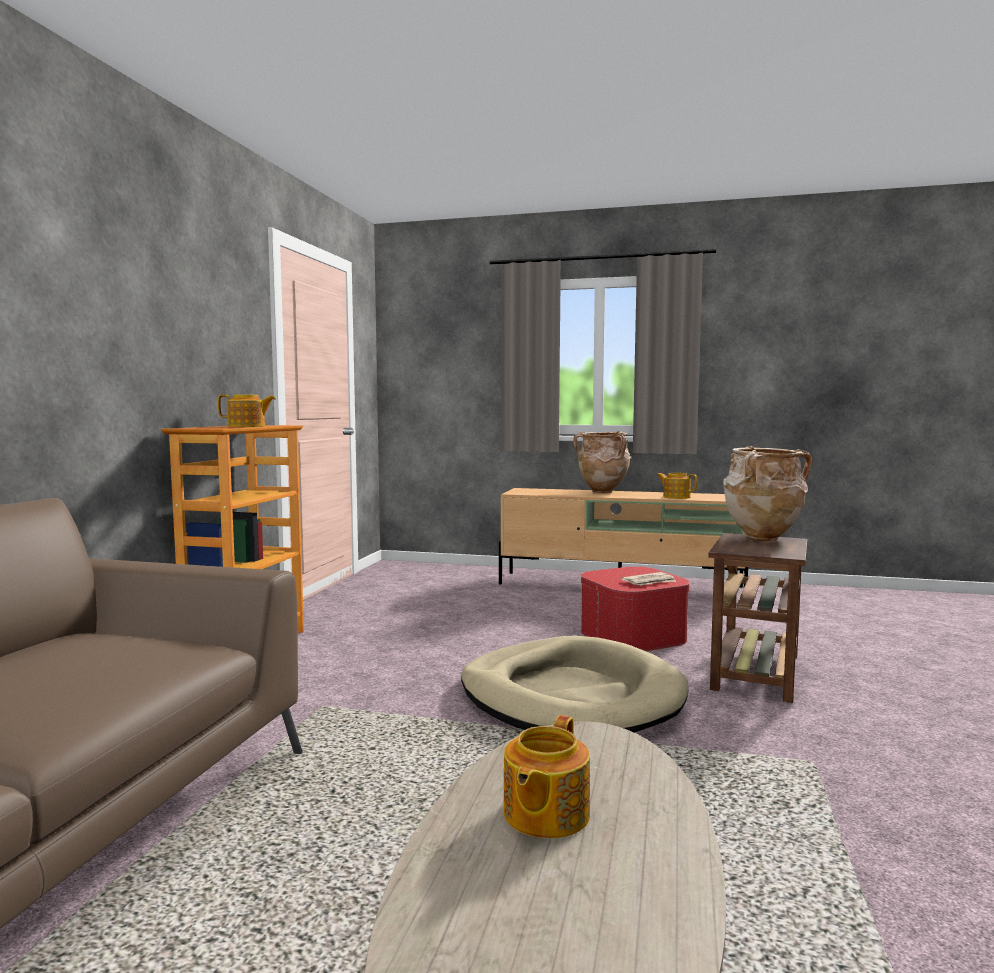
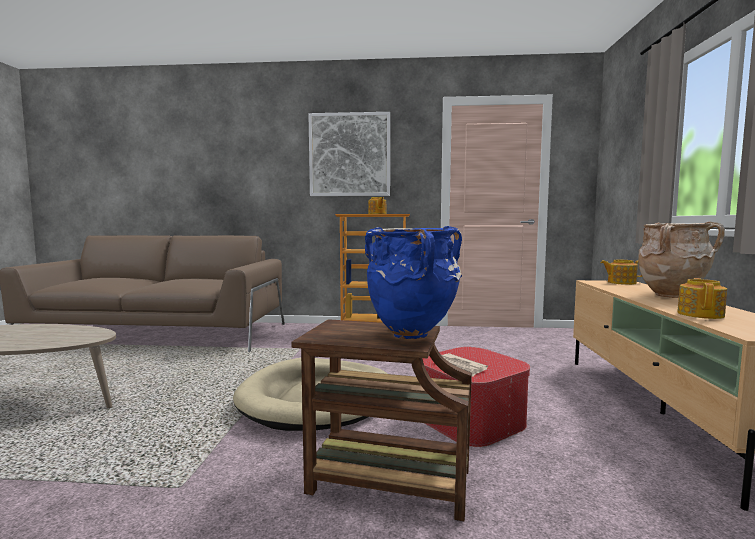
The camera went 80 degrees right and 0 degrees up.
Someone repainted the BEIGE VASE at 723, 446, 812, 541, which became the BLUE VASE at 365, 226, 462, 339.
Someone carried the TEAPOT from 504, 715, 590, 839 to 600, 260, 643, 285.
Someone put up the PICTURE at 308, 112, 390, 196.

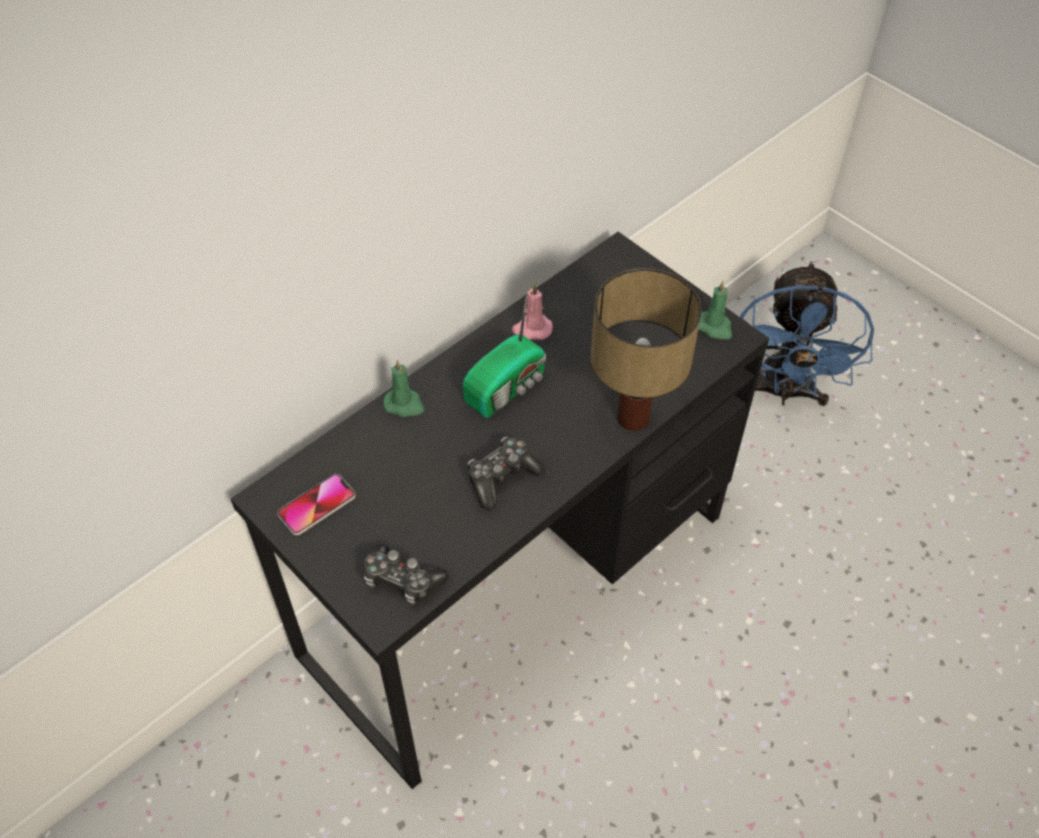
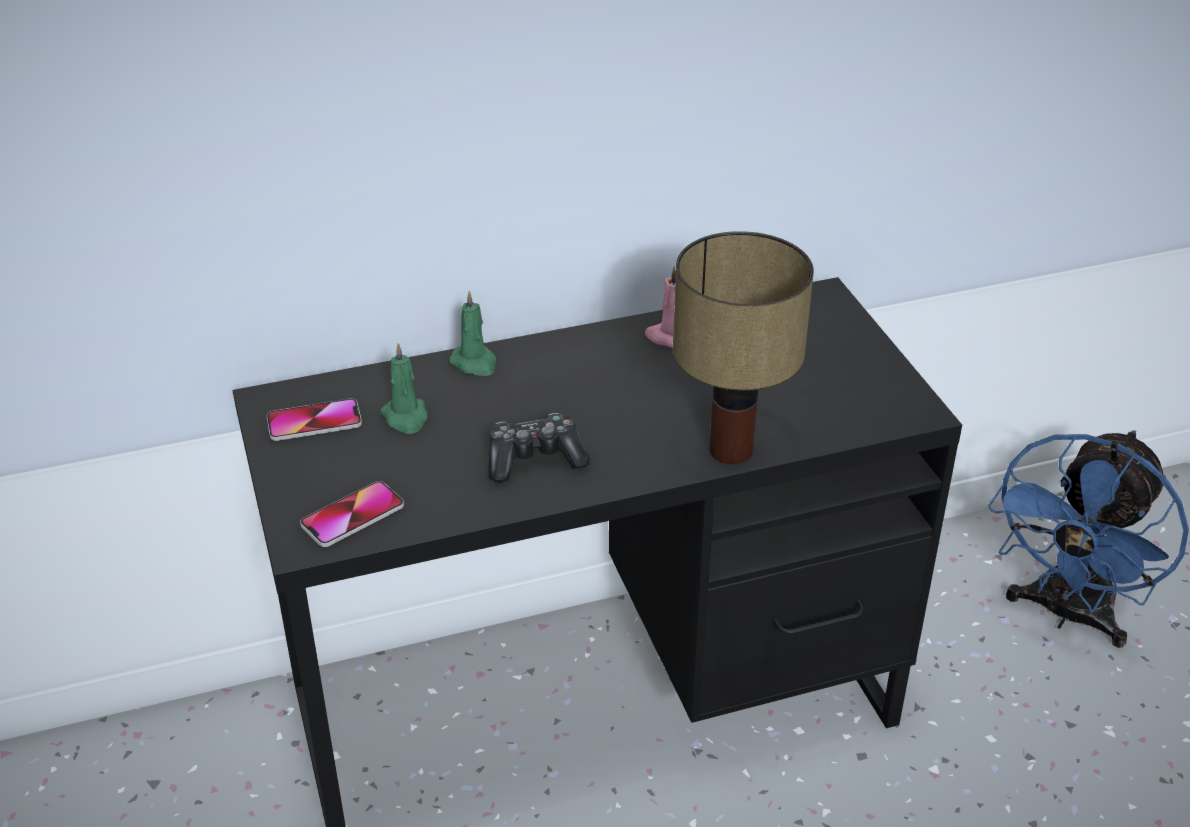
The camera went 25 degrees right and 15 degrees down.
Someone carried the GREEN CANDLE from 698, 281, 732, 339 to 380, 343, 428, 434.
Someone took away the RADIO at 463, 295, 546, 418.
Someone swapped the GAME CONTROLLER at 363, 544, 448, 605 for the PHONE at 300, 481, 404, 547.

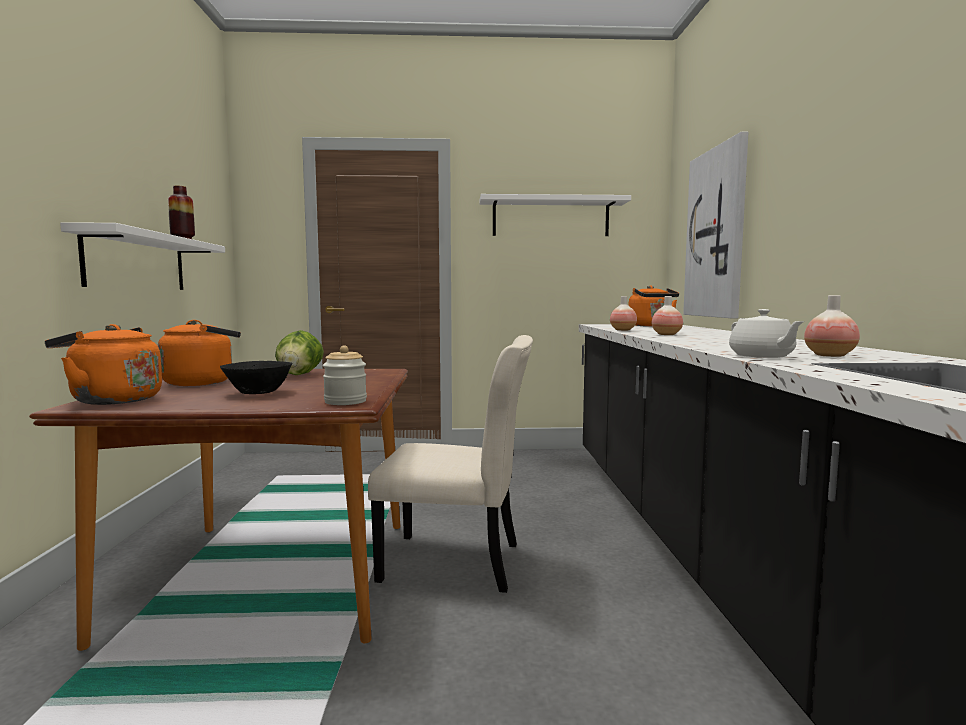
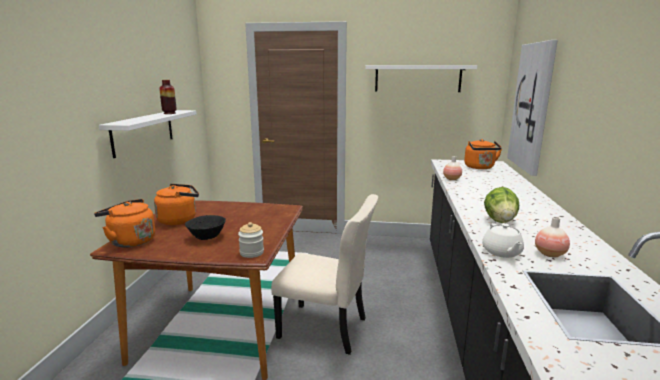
The camera went 10 degrees right and 10 degrees up.
Someone took away the VASE at 652, 296, 683, 335.
Someone carried the LETTUCE from 275, 330, 324, 375 to 484, 187, 519, 223.

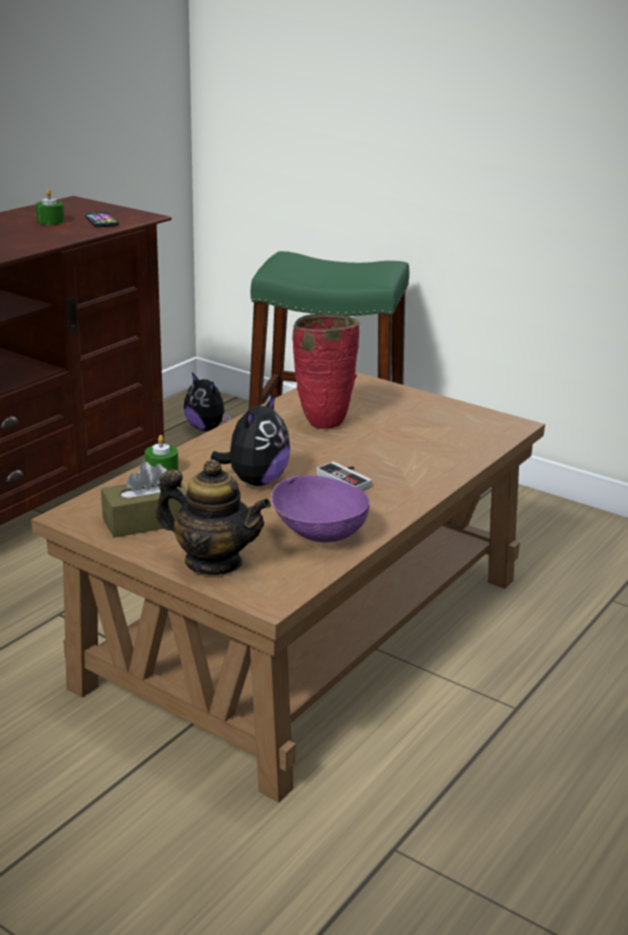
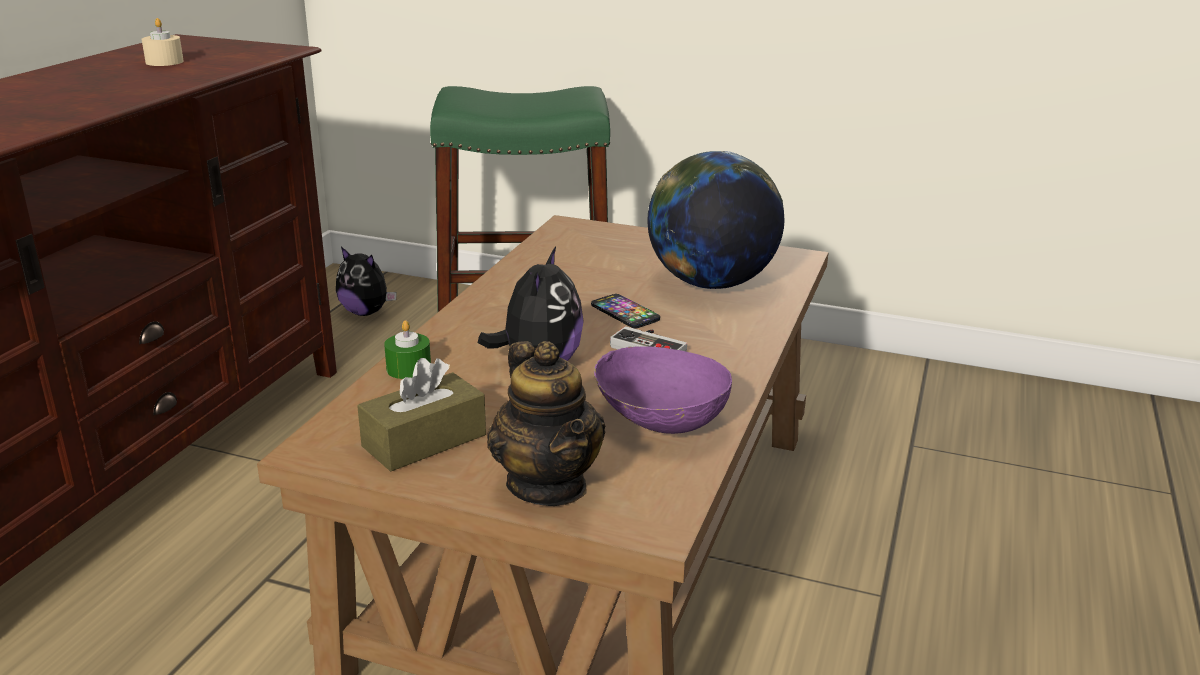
The camera went 15 degrees left and 0 degrees up.
Someone repainted the GREEN CANDLE at 36, 189, 64, 225, which became the BEIGE CANDLE at 142, 18, 184, 66.
Someone carried the PHONE from 85, 212, 119, 227 to 591, 294, 660, 328.
Someone took away the RED VASE at 292, 314, 360, 429.
Someone rotated the TEAPOT at 155, 459, 271, 575 by 60 degrees clockwise.
Someone put down the GLOBE at 647, 151, 785, 289.

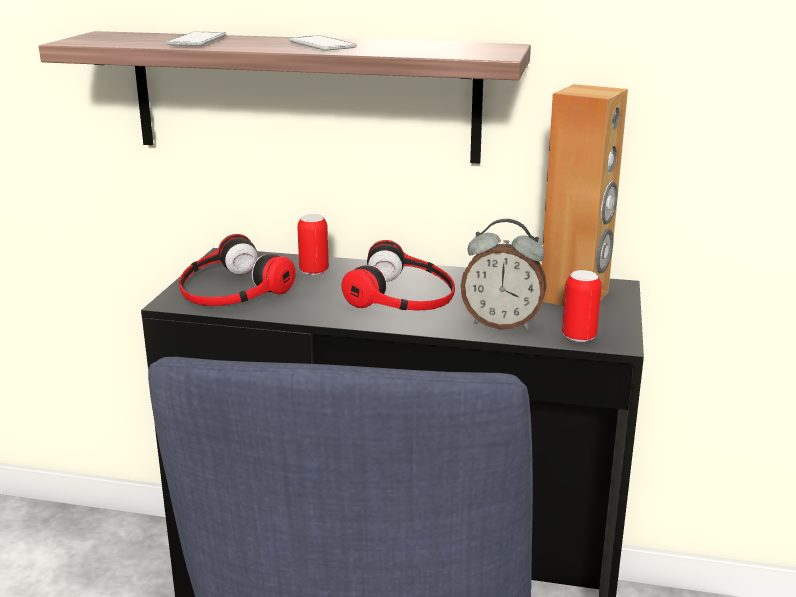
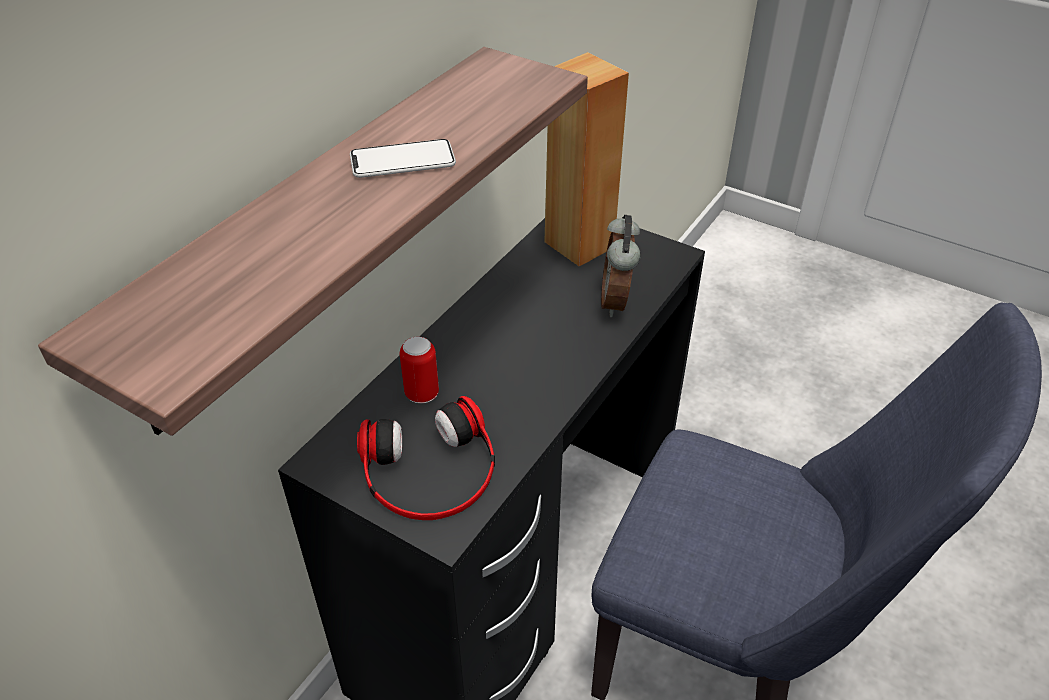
The camera went 70 degrees left and 20 degrees up.
Someone took away the PHONE at 166, 32, 227, 46.
Someone rotated the ALARM CLOCK at 461, 219, 546, 330 by 150 degrees clockwise.
Someone took away the HEADPHONES at 342, 240, 455, 310.
Someone took away the CAN at 562, 270, 602, 342.

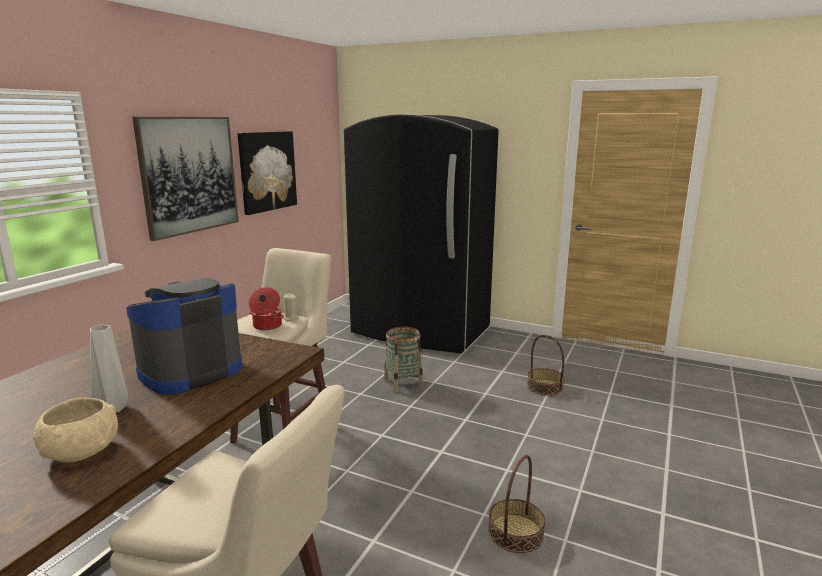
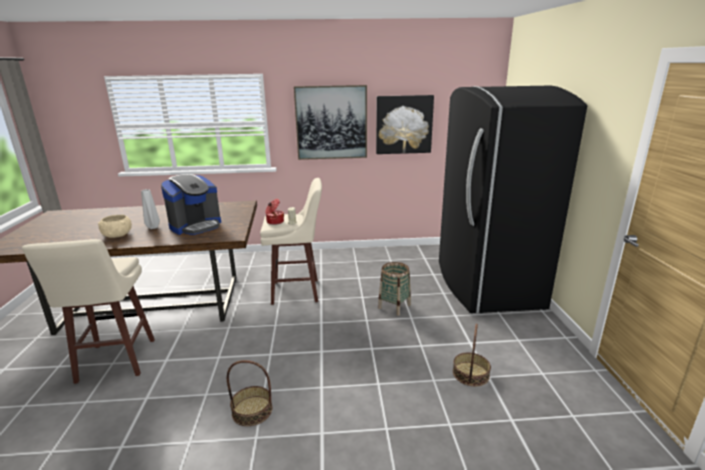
The camera went 60 degrees right and 5 degrees up.
Someone rotated the COFFEE MACHINE at 126, 278, 242, 395 by 120 degrees clockwise.

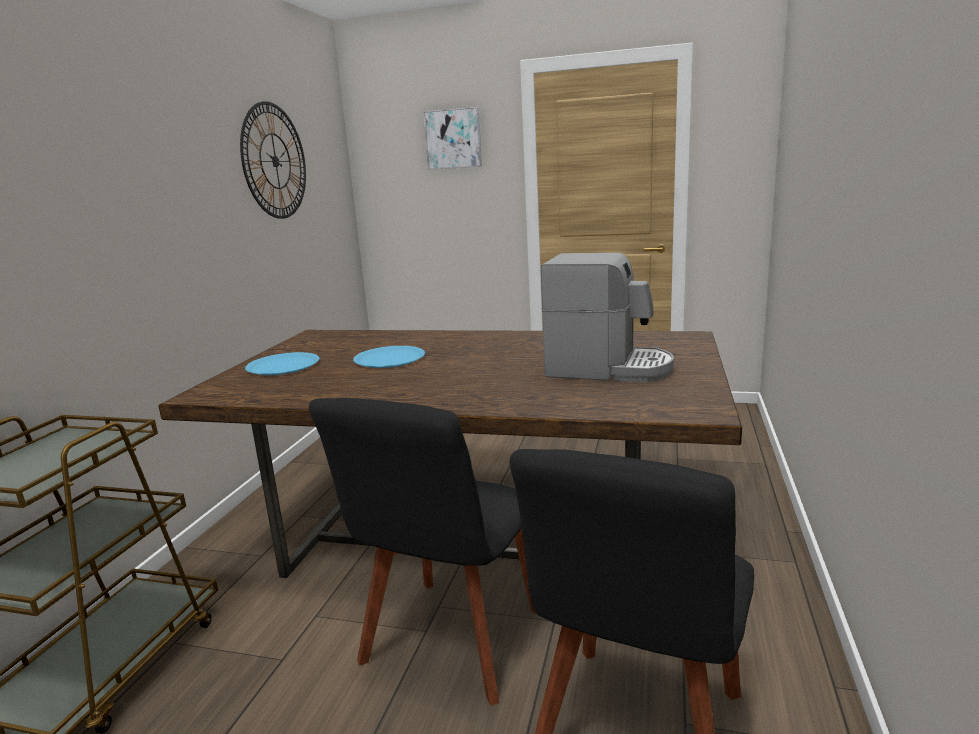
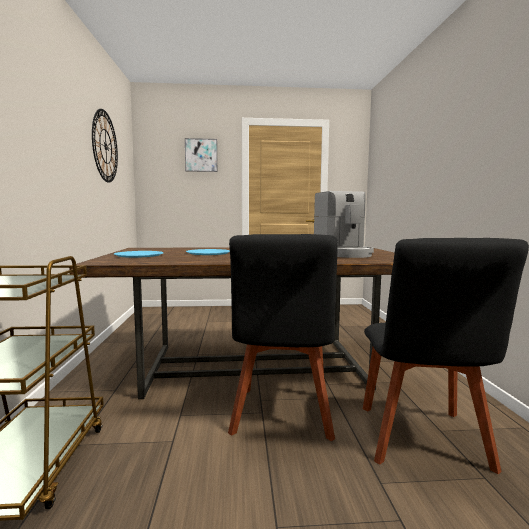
The camera went 20 degrees left and 10 degrees down.
Someone rotated the COFFEE MACHINE at 541, 253, 674, 382 by 75 degrees clockwise.

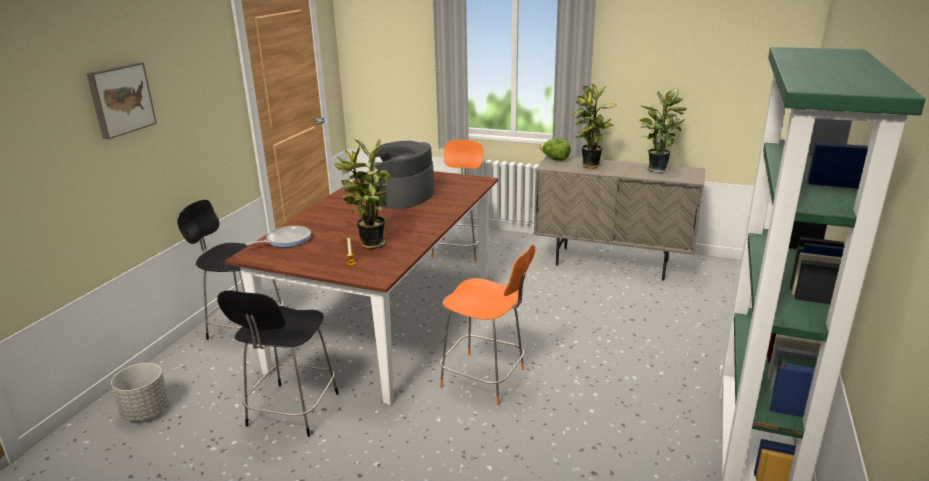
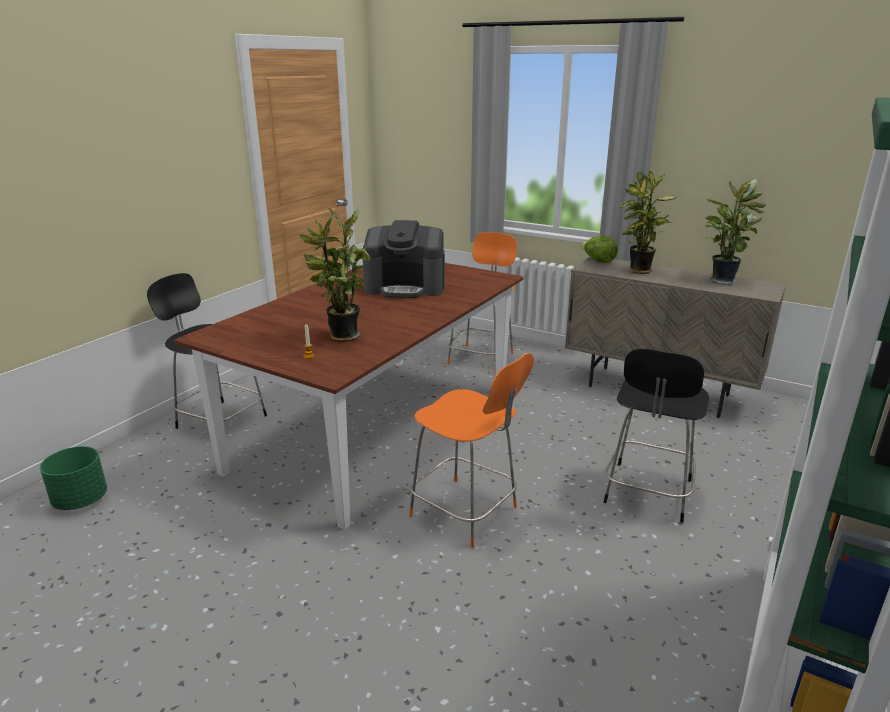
The camera went 10 degrees right and 0 degrees up.
Someone took away the PICTURE at 86, 62, 157, 139.
Someone rotated the COFFEE MACHINE at 370, 141, 434, 209 by 120 degrees counterclockwise.
Someone took away the FRYING PAN at 246, 226, 311, 247.
Someone carried the BLACK CHAIR from 217, 290, 339, 437 to 604, 349, 709, 523.
Someone repainted the GREY PLANTER at 111, 363, 169, 421, which became the GREEN PLANTER at 40, 446, 107, 510.

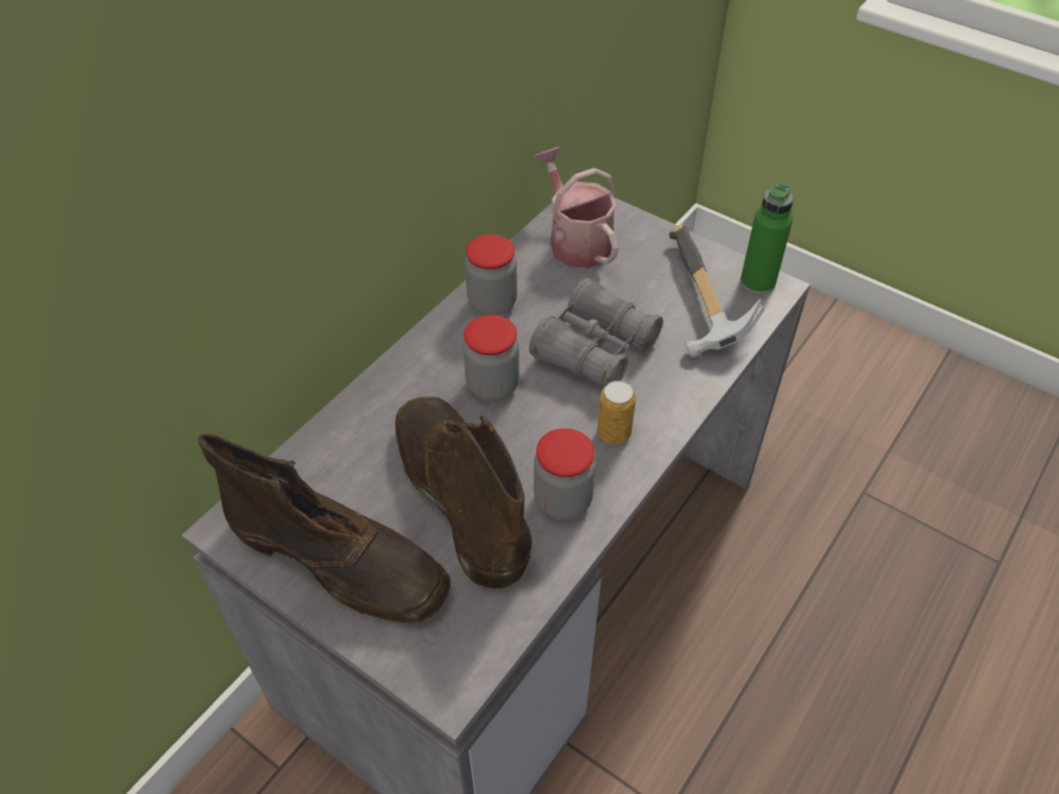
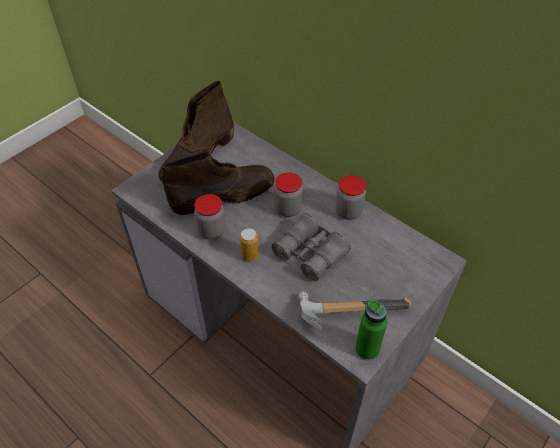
The camera went 95 degrees right and 0 degrees up.
Someone took away the WATERING CAN at 534, 147, 618, 268.

